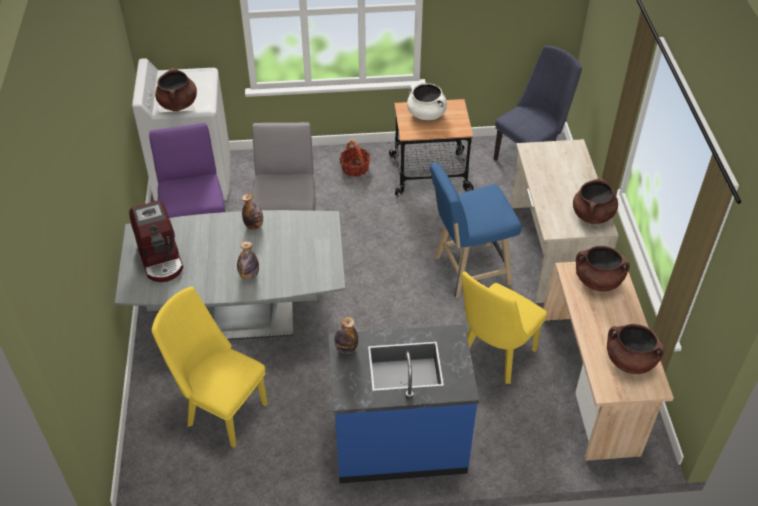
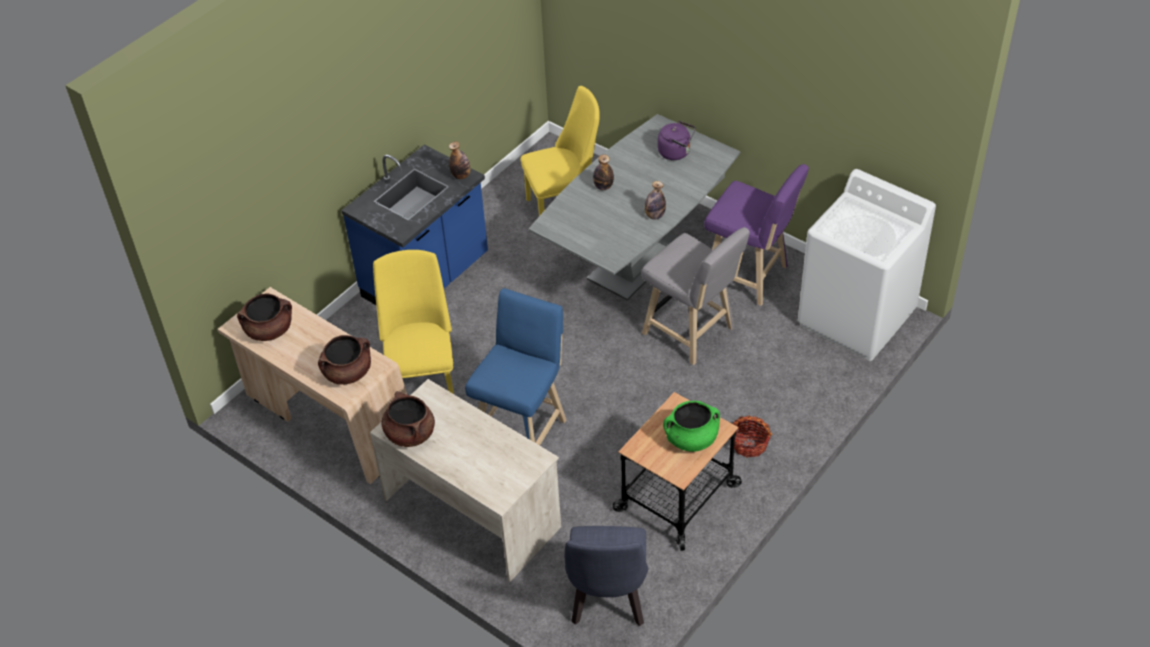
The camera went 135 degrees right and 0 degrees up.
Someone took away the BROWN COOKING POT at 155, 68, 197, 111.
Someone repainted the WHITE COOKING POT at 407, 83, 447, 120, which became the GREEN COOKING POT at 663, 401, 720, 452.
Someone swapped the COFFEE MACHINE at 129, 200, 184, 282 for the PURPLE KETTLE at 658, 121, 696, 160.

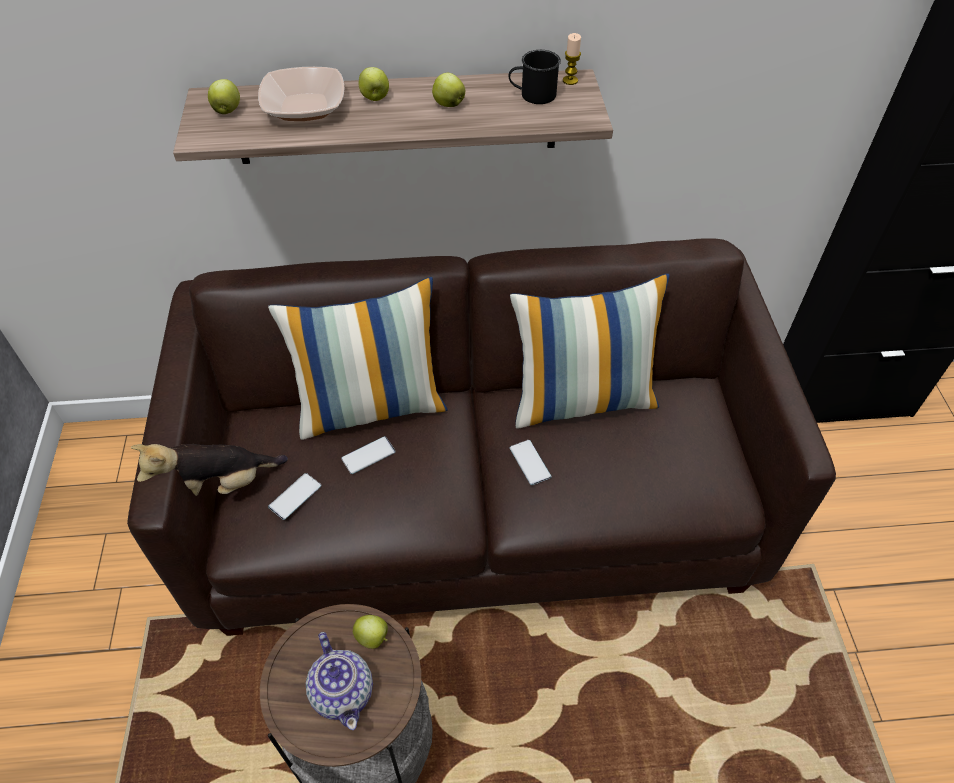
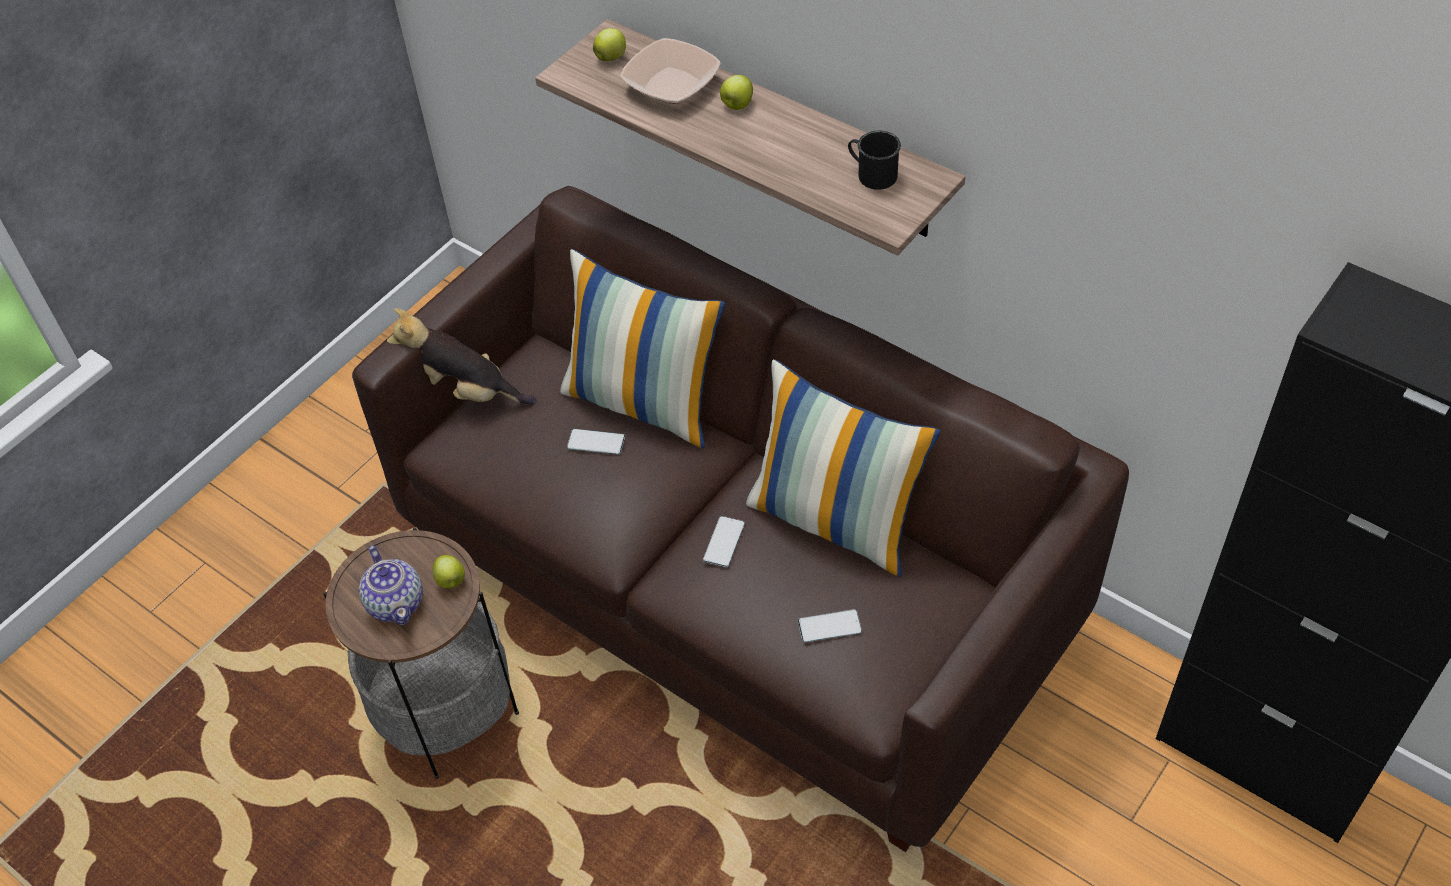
The camera went 45 degrees right and 0 degrees up.
Someone took away the CANDLE at 563, 33, 581, 85.
Someone took away the APPLE at 432, 73, 465, 107.
Someone carried the PHONE from 268, 473, 321, 520 to 798, 609, 862, 642.
Someone rotated the TEAPOT at 306, 632, 373, 730 by 45 degrees counterclockwise.

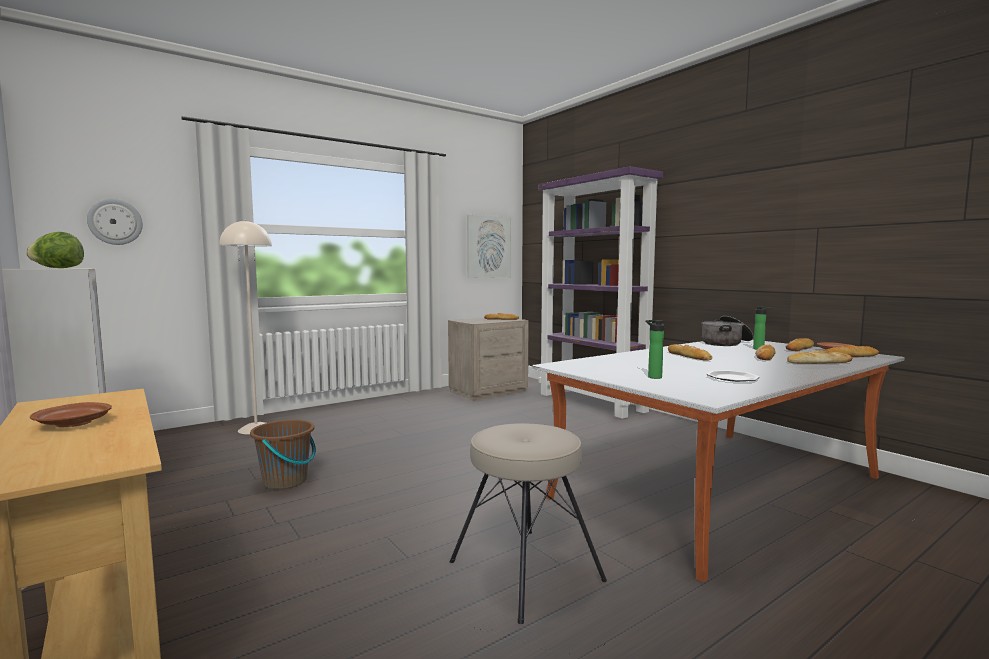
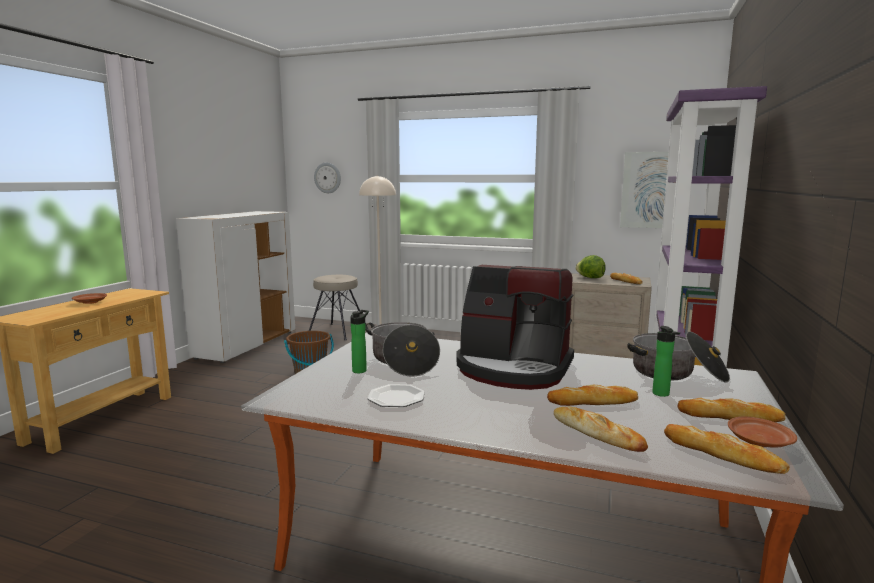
The camera went 55 degrees right and 5 degrees up.
Someone carried the LETTUCE from 26, 232, 84, 268 to 575, 255, 606, 278.
Someone swapped the BREAD at 668, 344, 712, 361 for the COFFEE MACHINE at 456, 265, 574, 390.
Someone carried the BEIGE STOOL from 450, 423, 607, 624 to 309, 275, 366, 341.
Someone put down the COOKING POT at 365, 322, 440, 377.

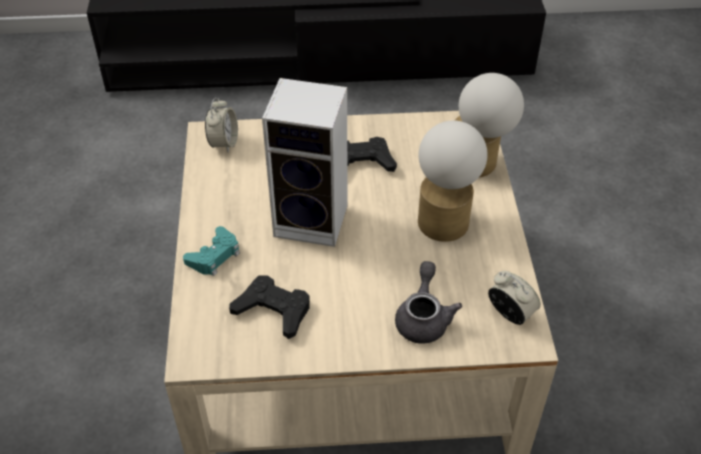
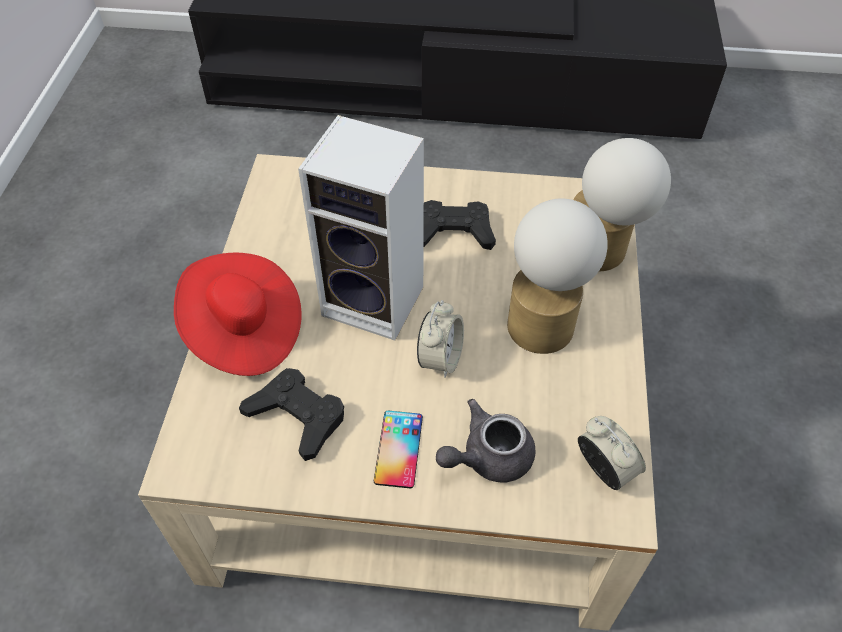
The camera went 10 degrees right and 5 degrees up.
Someone carried the ALARM CLOCK from 205, 97, 238, 152 to 417, 300, 464, 378.
Someone swapped the TURQUOISE GAME CONTROLLER at 183, 226, 240, 276 for the RED HAT at 174, 253, 302, 376.
Someone rotated the GREY TEAPOT at 395, 261, 462, 344 by 135 degrees counterclockwise.
Someone put down the PHONE at 374, 411, 423, 488.

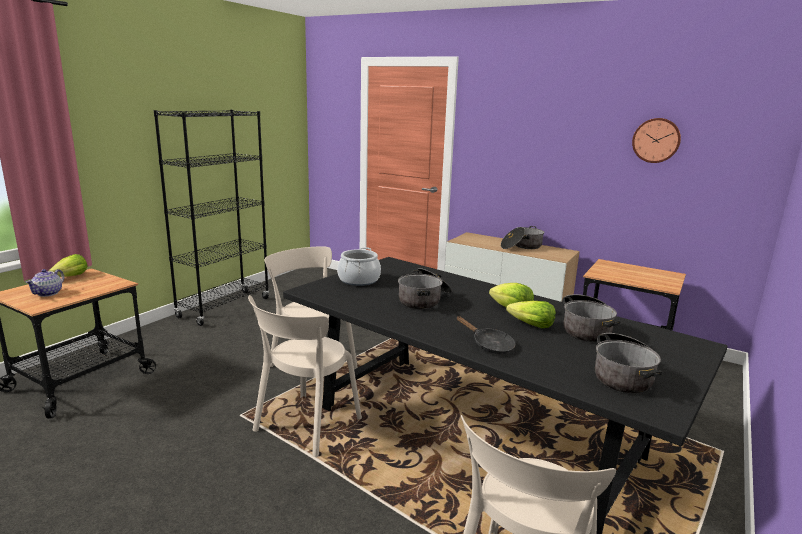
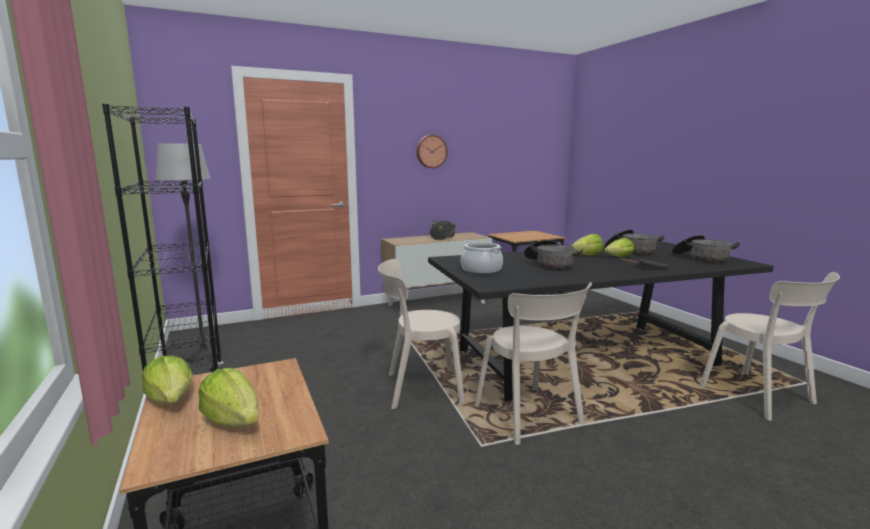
The camera went 55 degrees left and 5 degrees down.
Someone carried the WALL CLOCK from 632, 118, 681, 163 to 416, 135, 448, 168.
Someone swapped the TEAPOT at 25, 269, 64, 297 for the LETTUCE at 198, 368, 259, 428.
Someone put down the FLOOR LAMP at 155, 143, 222, 364.

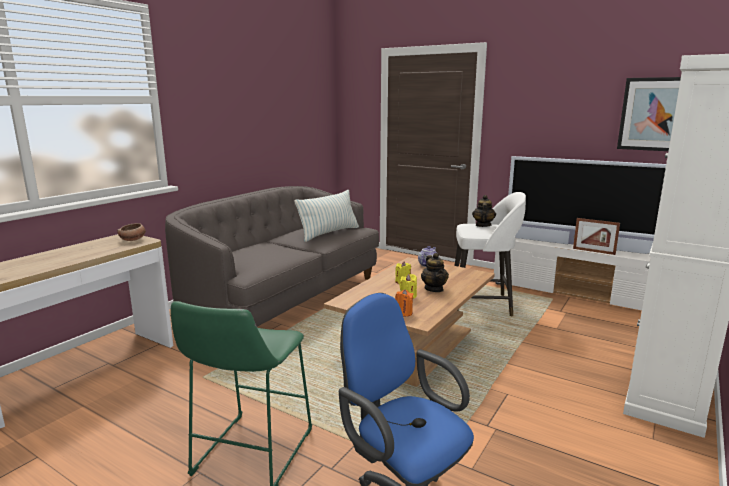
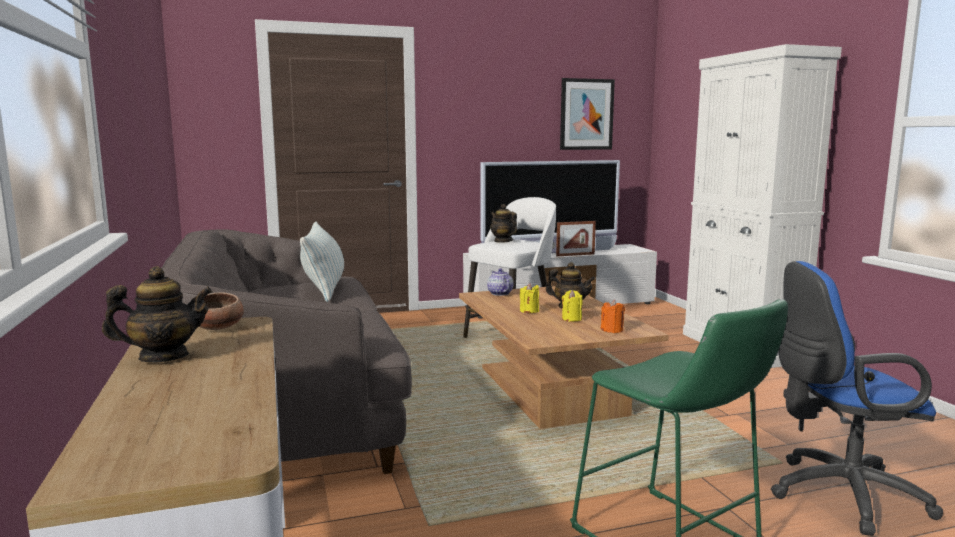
The camera went 50 degrees left and 5 degrees down.
Someone put down the TEAPOT at 102, 266, 213, 362.

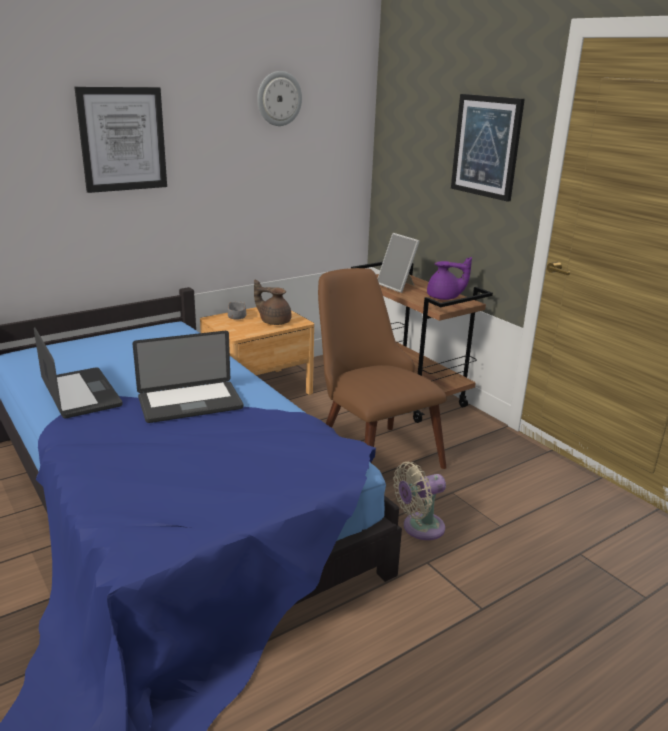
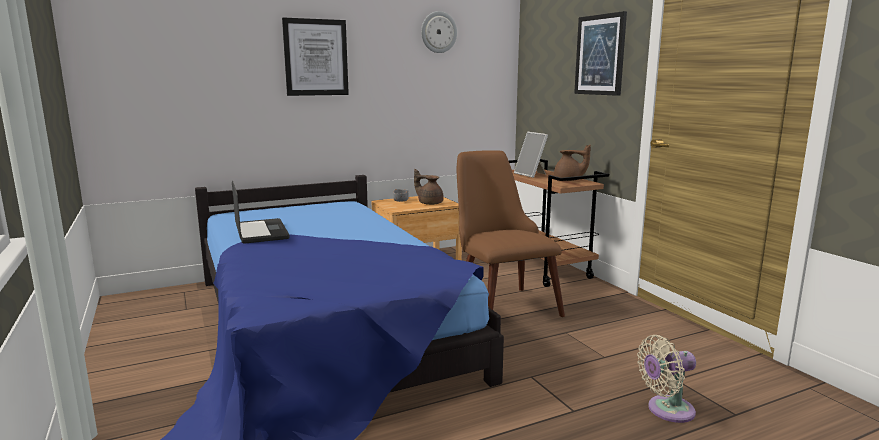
The camera went 10 degrees right and 10 degrees down.
Someone repainted the PURPLE TEAPOT at 427, 257, 472, 300, which became the BROWN TEAPOT at 554, 145, 591, 181.
Someone took away the LAPTOP at 133, 331, 243, 423.
Someone carried the BEIGE FAN from 393, 462, 446, 540 to 637, 335, 696, 423.

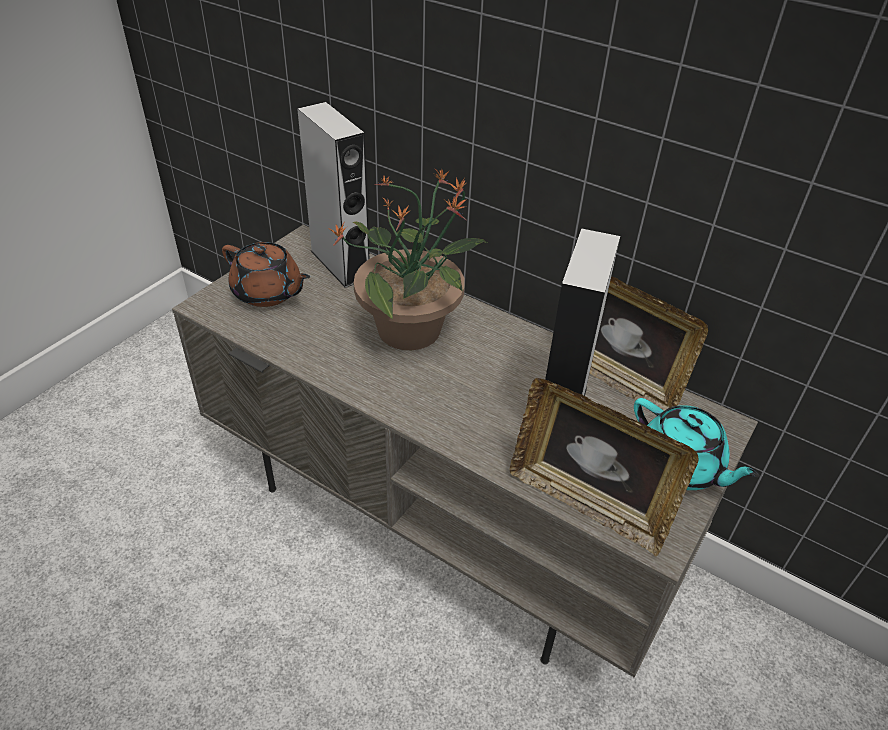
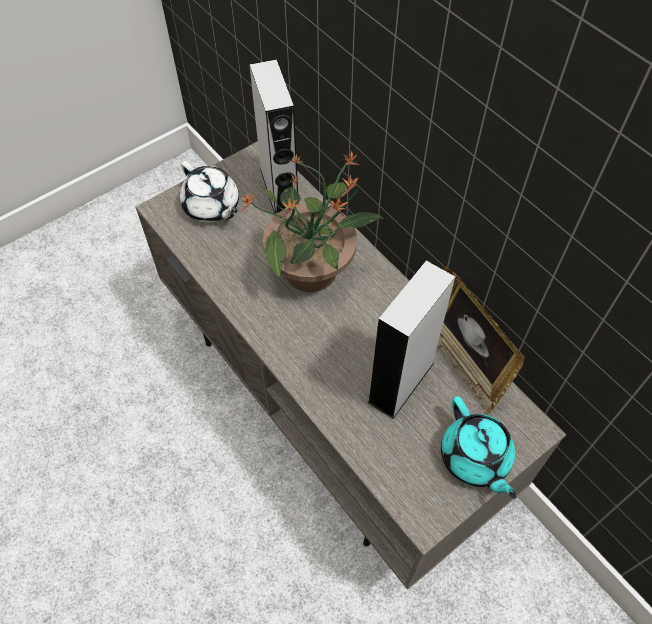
The camera went 20 degrees right and 15 degrees up.
Someone repainted the BROWN TEAPOT at 222, 242, 310, 307, which became the WHITE TEAPOT at 180, 161, 239, 223.
Someone took away the PICTURE FRAME at 510, 378, 699, 556.

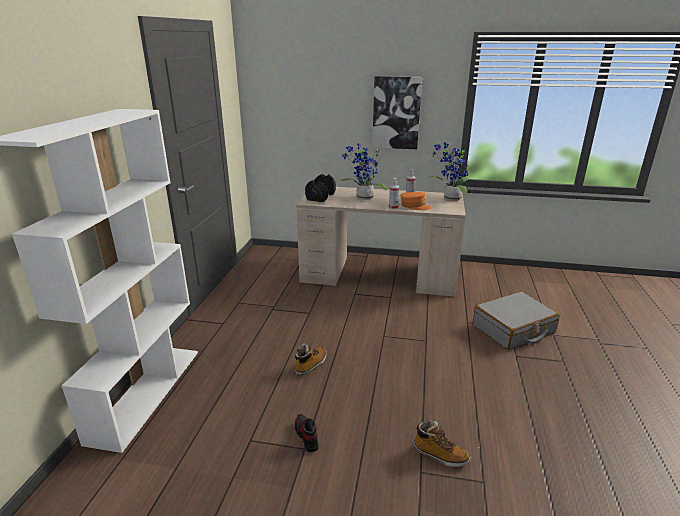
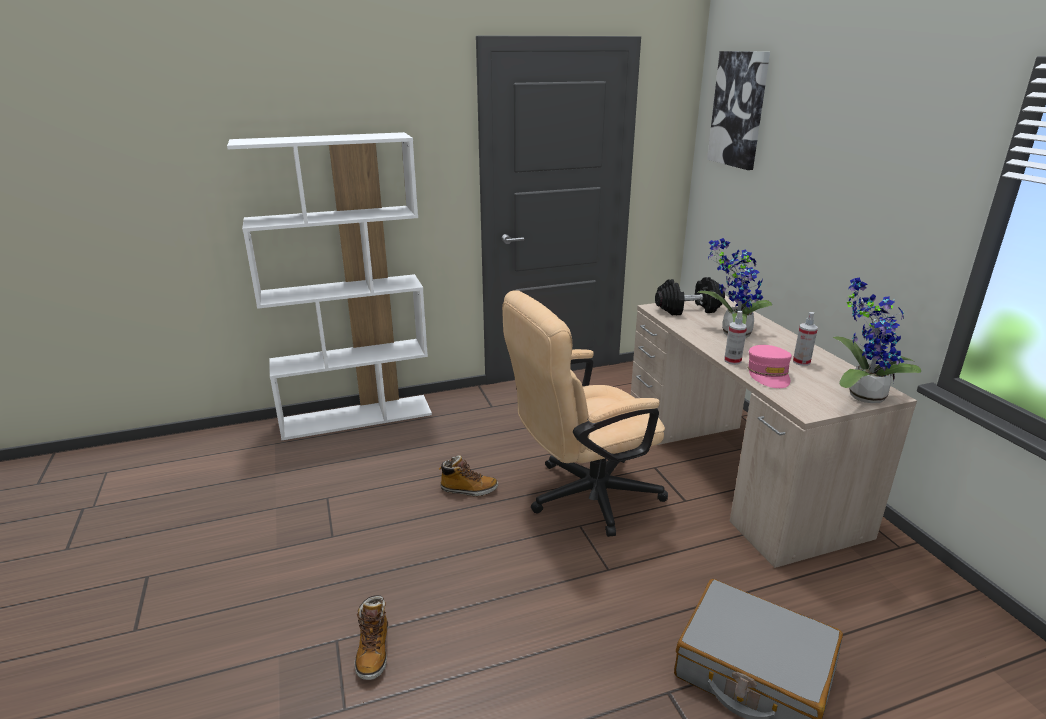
The camera went 60 degrees right and 0 degrees up.
Someone carried the PICTURE from 372, 76, 422, 149 to 707, 51, 770, 170.
Someone repainted the ORANGE CAP at 400, 192, 432, 210, which became the PINK CAP at 747, 345, 792, 388.
Someone took away the SHOE at 295, 414, 319, 452.
Someone put down the BEIGE OFFICE CHAIR at 502, 290, 668, 537.

